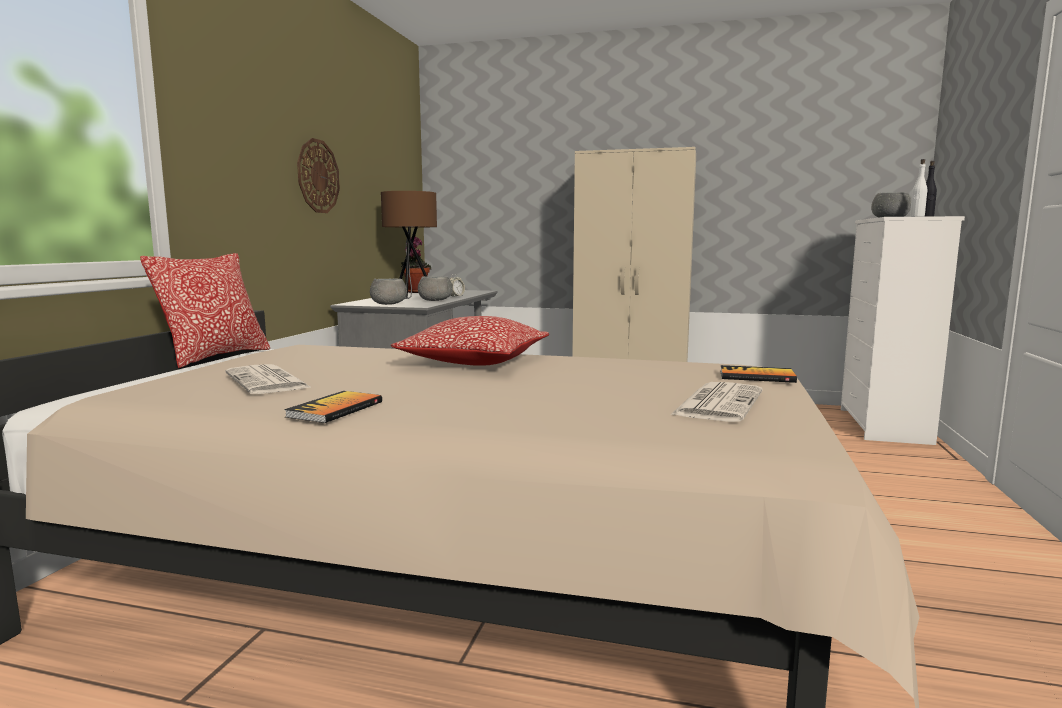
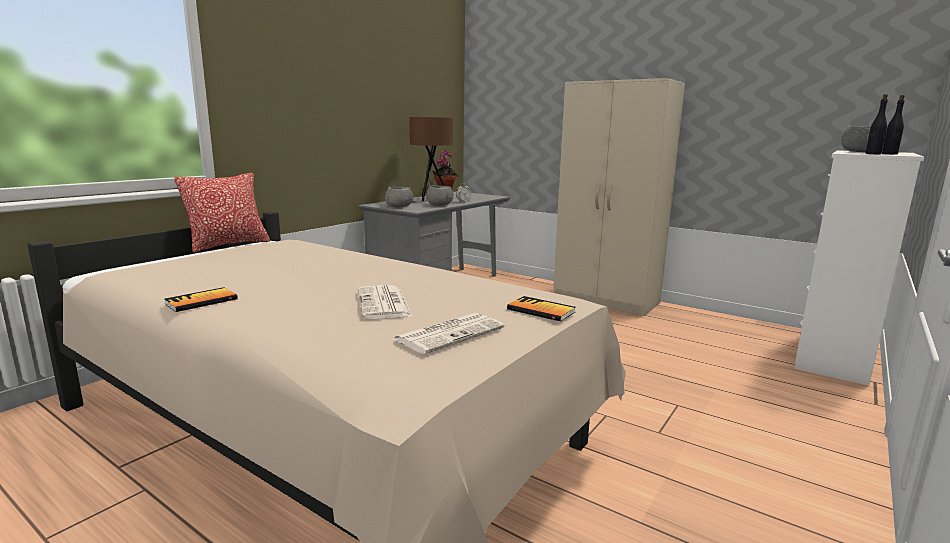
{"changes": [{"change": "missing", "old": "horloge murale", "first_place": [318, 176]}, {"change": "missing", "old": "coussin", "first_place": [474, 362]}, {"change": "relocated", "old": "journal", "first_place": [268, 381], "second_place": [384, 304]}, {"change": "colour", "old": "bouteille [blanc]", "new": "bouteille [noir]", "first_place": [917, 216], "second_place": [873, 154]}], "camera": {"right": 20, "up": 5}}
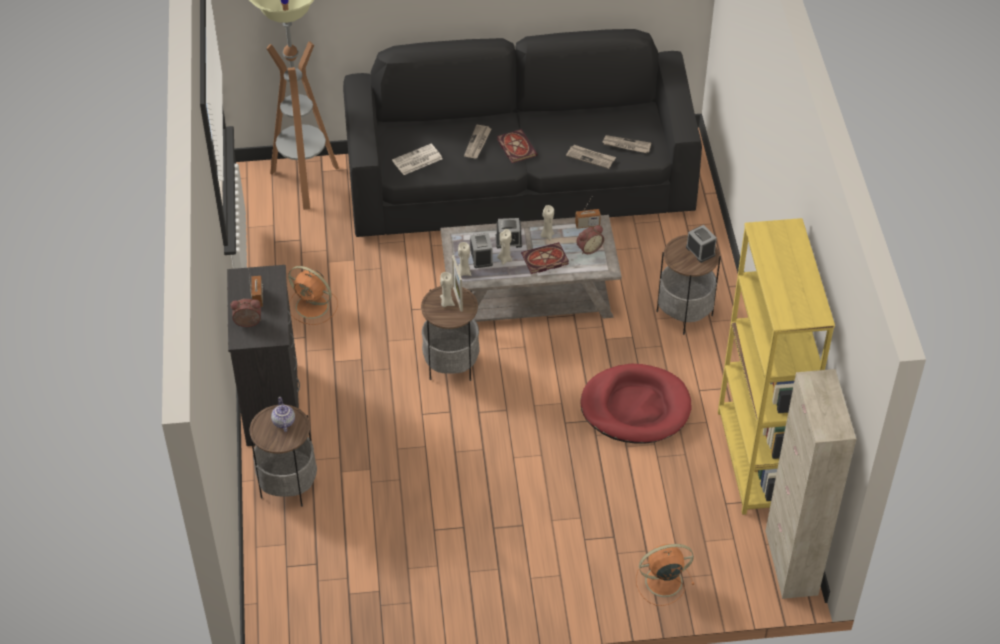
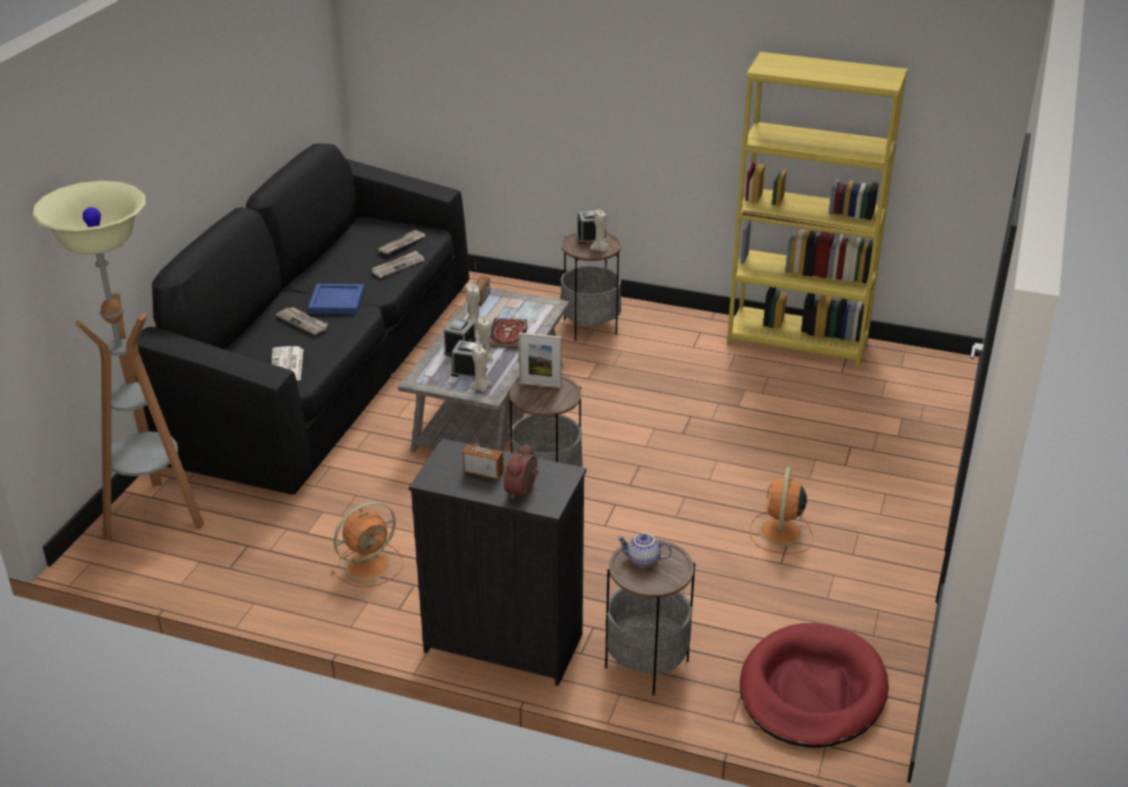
{"changes": [{"change": "missing", "old": "réveil", "first_place": [588, 248]}, {"change": "missing", "old": "meuble de rangement [beige]", "first_place": [791, 562]}, {"change": "relocated", "old": "bougie [beige]", "first_place": [446, 302], "second_place": [600, 249]}, {"change": "relocated", "old": "panier pour chien [rouge]", "first_place": [635, 407], "second_place": [812, 691]}, {"change": "relocated", "old": "ventilateur [orange]", "first_place": [662, 581], "second_place": [780, 533]}, {"change": "exchanged", "old": "livre", "new": "plateau [bleu]", "first_place": [515, 147], "second_place": [336, 302]}], "camera": {"right": -65, "up": -15}}
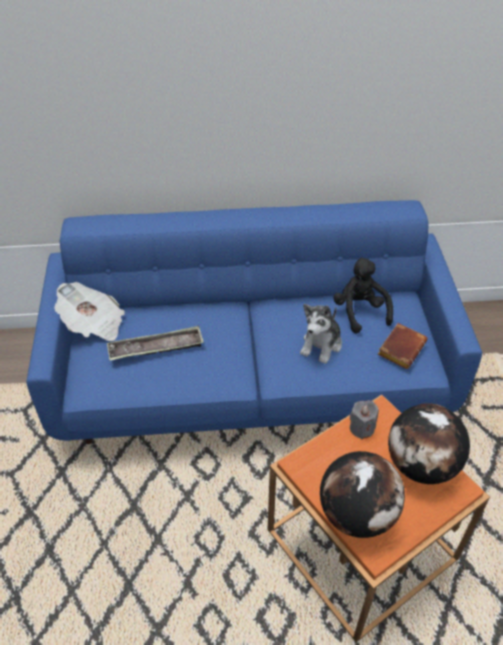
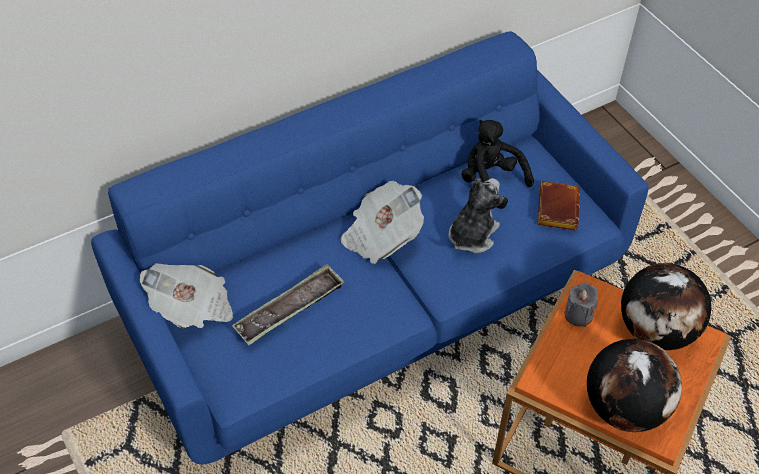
{"changes": [{"change": "appeared", "new": "journal", "second_place": [381, 235]}, {"change": "spun", "old": "peluche", "first_place": [321, 344], "second_place": [472, 235], "degrees": -150}], "camera": {"right": -25, "up": 5}}
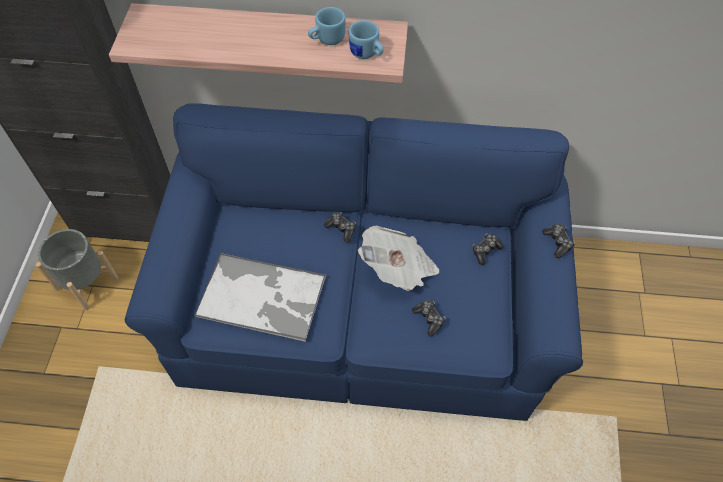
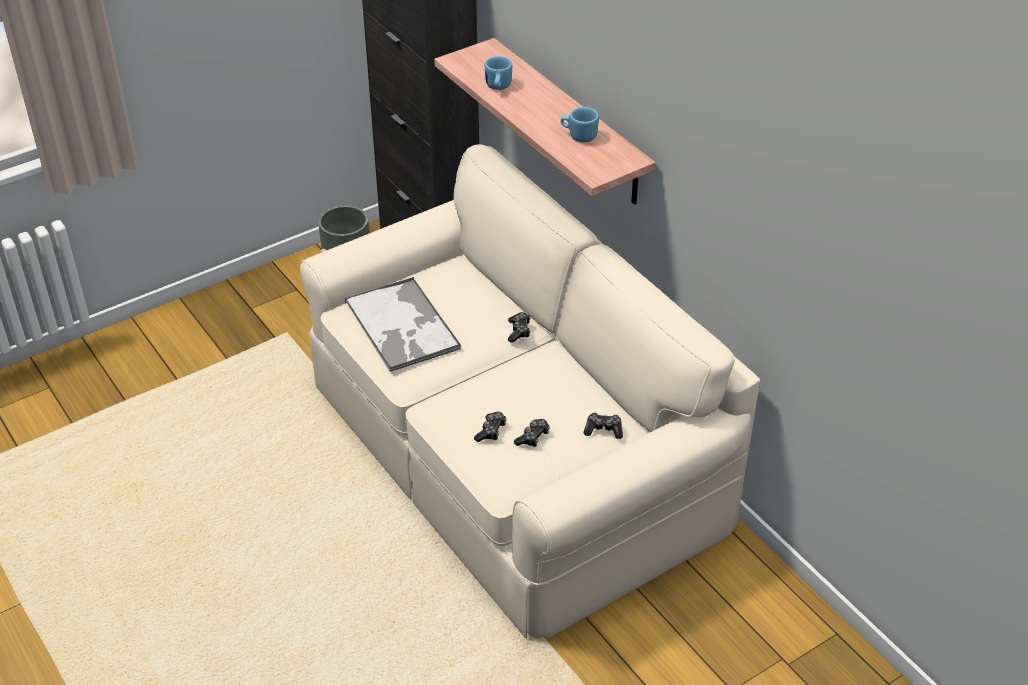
{"changes": [{"change": "missing", "old": "journal", "first_place": [398, 269]}, {"change": "relocated", "old": "mug [bleu]", "first_place": [367, 54], "second_place": [497, 87]}, {"change": "relocated", "old": "manette", "first_place": [557, 242], "second_place": [533, 437]}, {"change": "colour", "old": "canapé [bleu]", "new": "canapé [beige]", "first_place": [362, 308], "second_place": [515, 455]}], "camera": {"right": 50, "up": -15}}
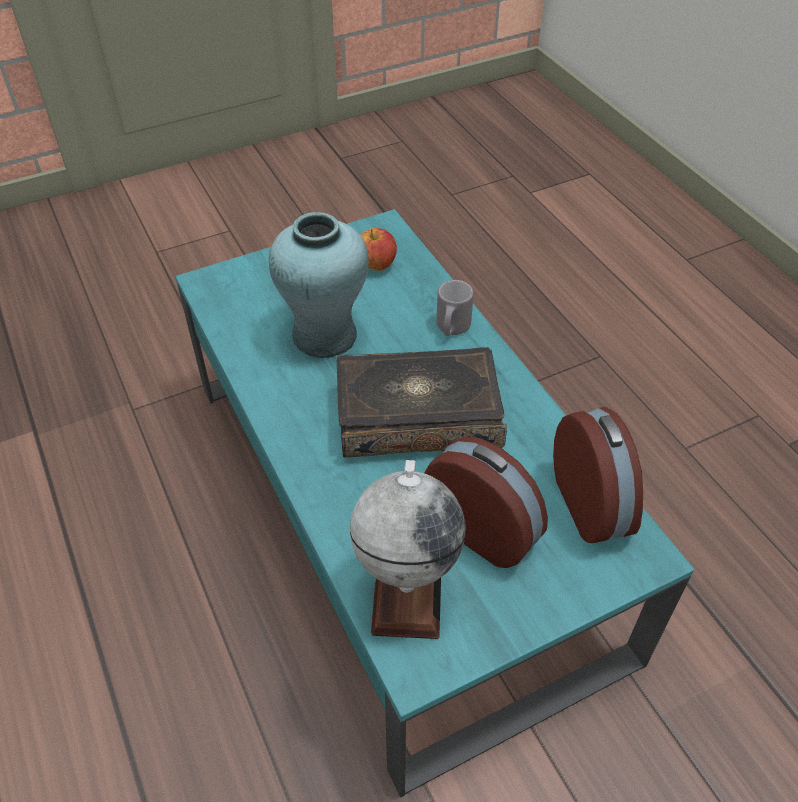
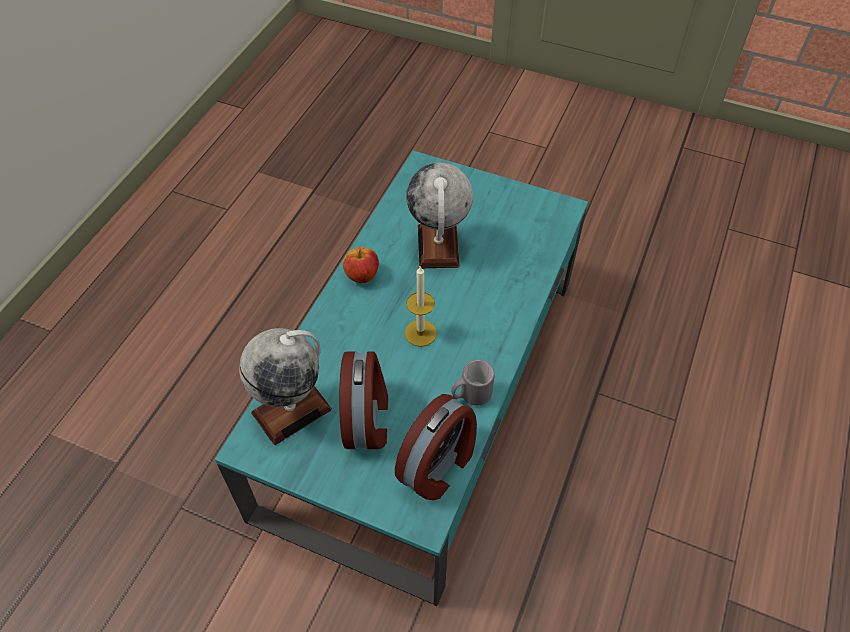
{"changes": [{"change": "relocated", "old": "pomme", "first_place": [376, 265], "second_place": [362, 276]}, {"change": "relocated", "old": "mug [gris]", "first_place": [451, 329], "second_place": [470, 395]}, {"change": "exchanged", "old": "vase [turquoise]", "new": "globe", "first_place": [324, 335], "second_place": [438, 246]}, {"change": "exchanged", "old": "livre", "new": "bougie", "first_place": [418, 417], "second_place": [420, 333]}], "camera": {"right": 50, "up": 5}}
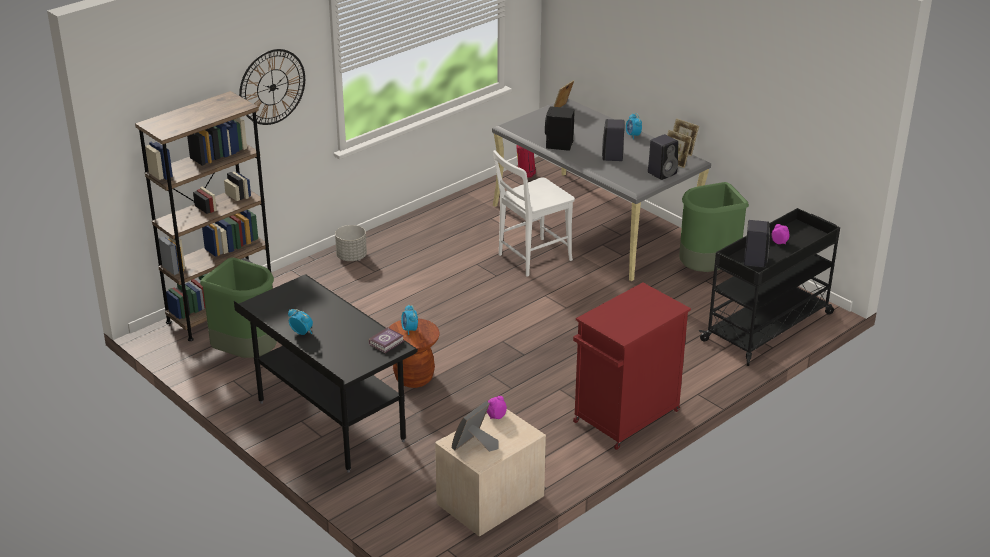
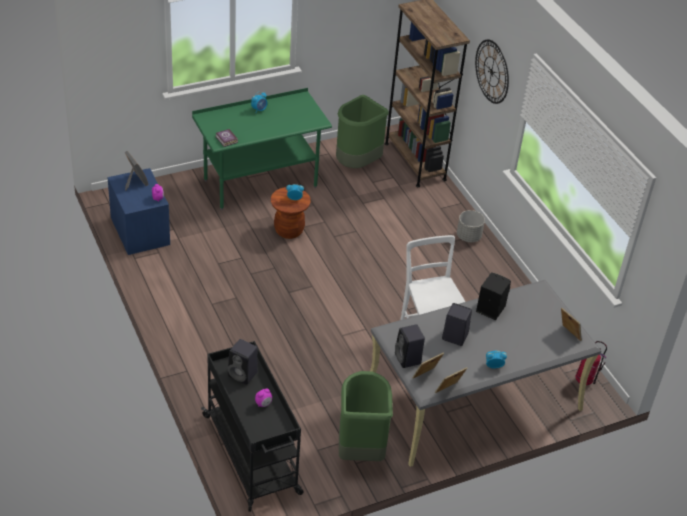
{"changes": [{"change": "missing", "old": "meuble de rangement [rouge]", "first_place": [625, 417]}, {"change": "colour", "old": "bureau [noir]", "new": "bureau [vert]", "first_place": [330, 422], "second_place": [260, 184]}, {"change": "colour", "old": "table de chevet [beige]", "new": "table de chevet [bleu]", "first_place": [489, 500], "second_place": [140, 231]}], "camera": {"right": 105, "up": 10}}
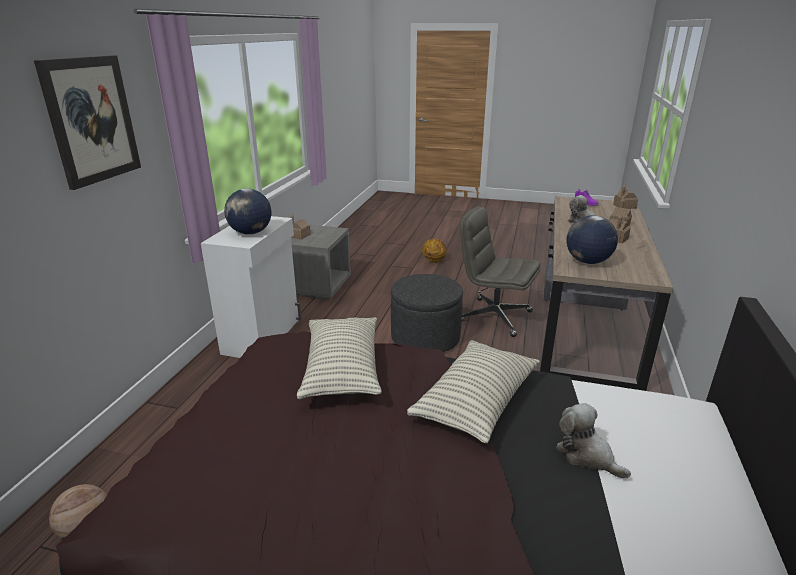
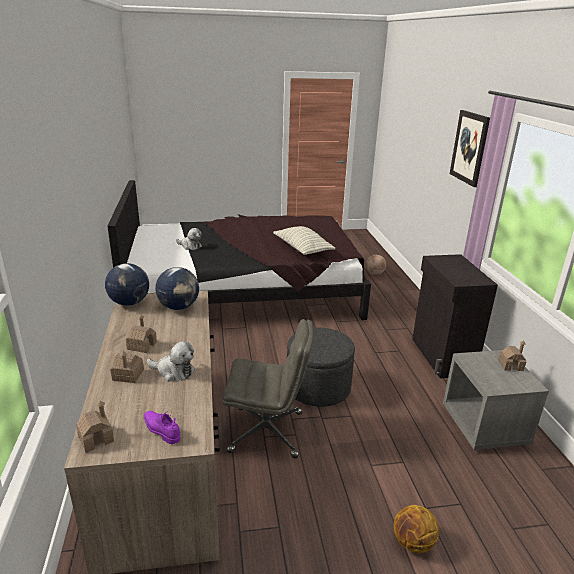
{"changes": [{"change": "missing", "old": "coussin", "first_place": [476, 402]}, {"change": "relocated", "old": "globe", "first_place": [250, 233], "second_place": [130, 303]}, {"change": "colour", "old": "meuble de rangement [blanc]", "new": "meuble de rangement [noir]", "first_place": [263, 336], "second_place": [441, 357]}], "camera": {"right": 155, "up": 0}}
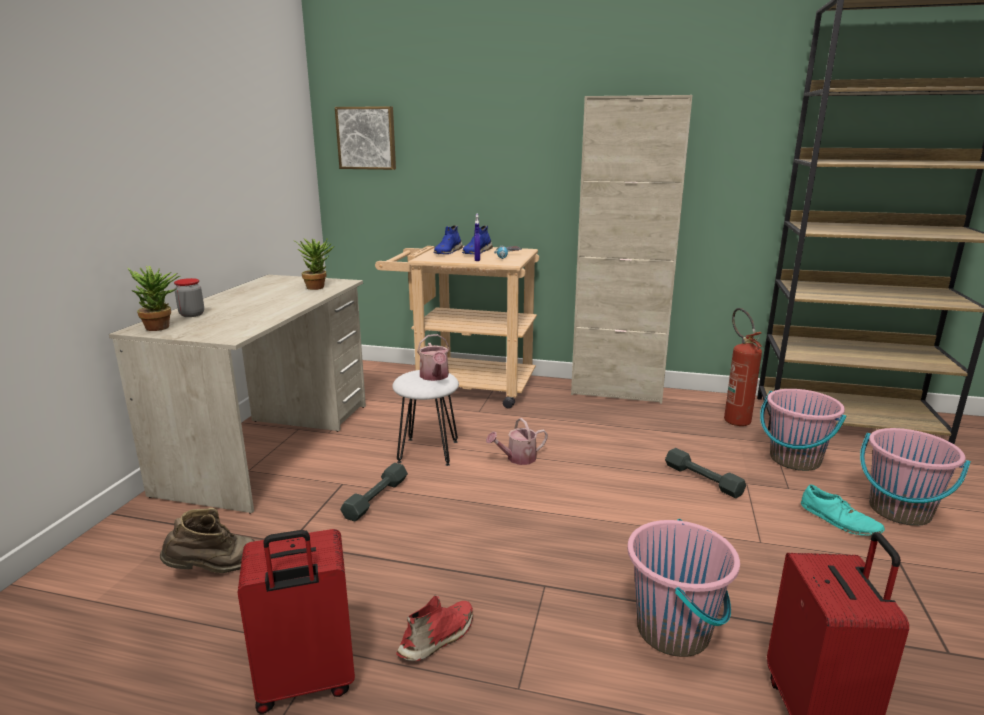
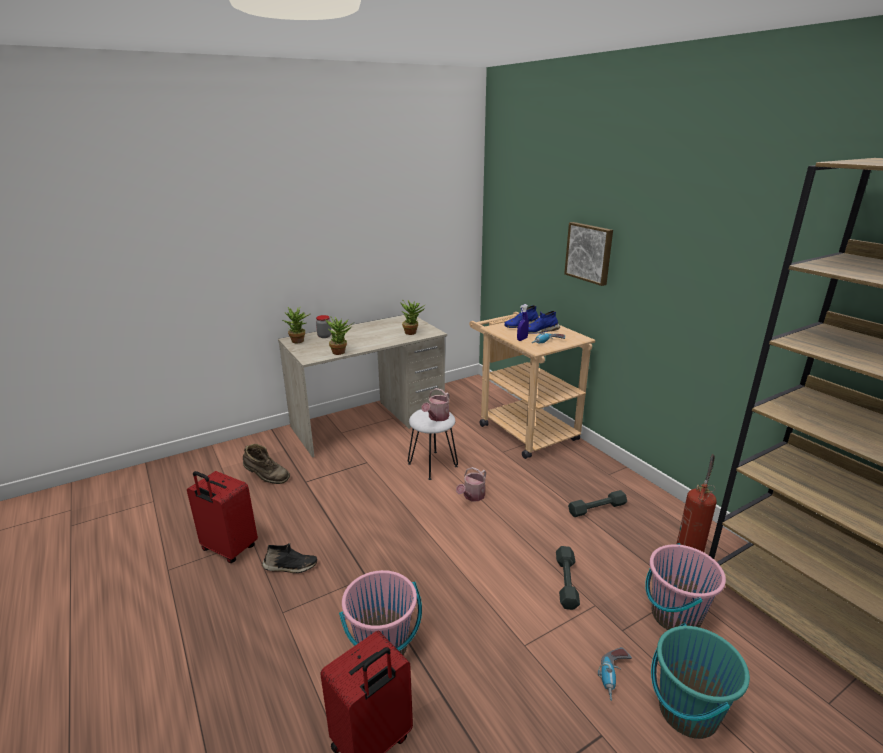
{"changes": [{"change": "missing", "old": "meuble de rangement [beige]", "first_place": [617, 391]}, {"change": "appeared", "new": "plante en pot", "second_place": [341, 352]}, {"change": "relocated", "old": "tableau", "first_place": [367, 138], "second_place": [589, 252]}, {"change": "relocated", "old": "haltère [gris]", "first_place": [376, 498], "second_place": [597, 508]}, {"change": "exchanged", "old": "chaussure [turquoise]", "new": "perceuse", "first_place": [839, 520], "second_place": [614, 678]}, {"change": "colour", "old": "chaussure [rouge]", "new": "chaussure [noir]", "first_place": [439, 638], "second_place": [290, 567]}, {"change": "colour", "old": "seau [rose]", "new": "seau [turquoise]", "first_place": [899, 511], "second_place": [687, 711]}, {"change": "spun", "old": "arrosoir", "first_place": [517, 458], "second_place": [472, 496], "degrees": -75}], "camera": {"right": 45, "up": 5}}
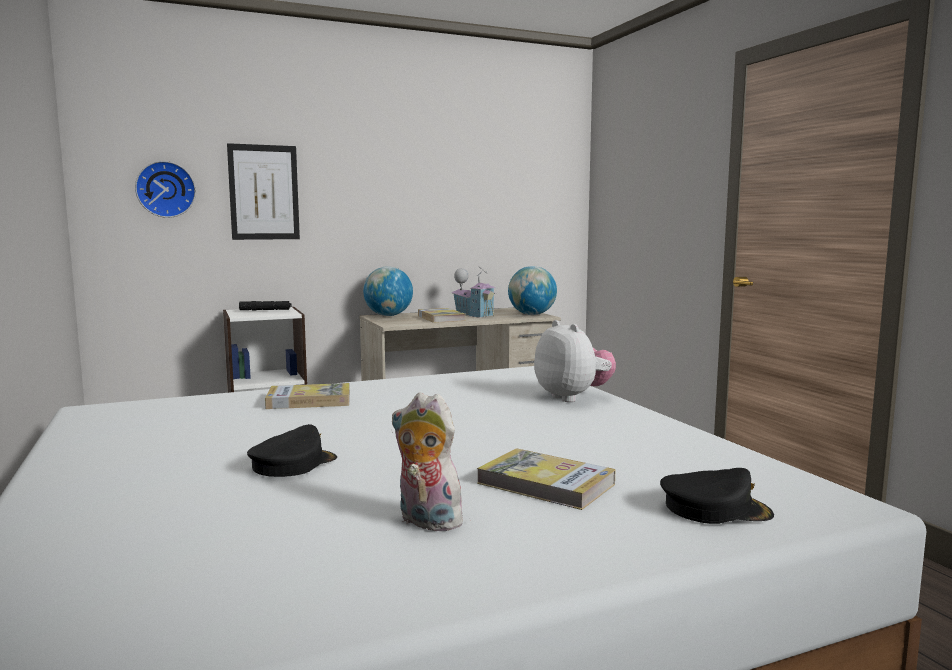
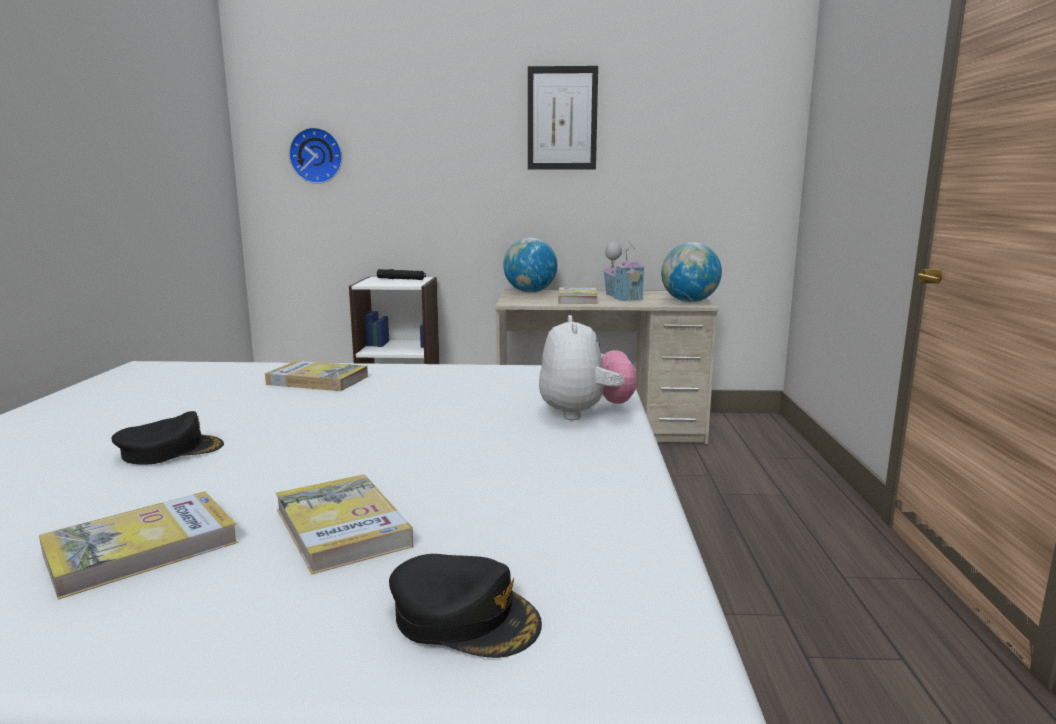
{"changes": [{"change": "relocated", "old": "tableau", "first_place": [264, 192], "second_place": [562, 118]}, {"change": "exchanged", "old": "peluche", "new": "livre", "first_place": [426, 521], "second_place": [142, 548]}], "camera": {"right": 25, "up": 5}}
